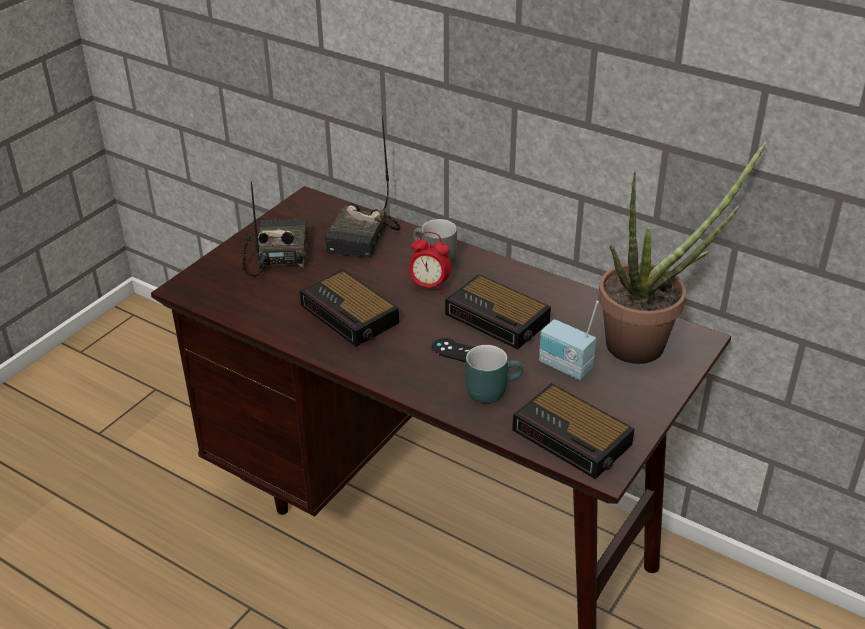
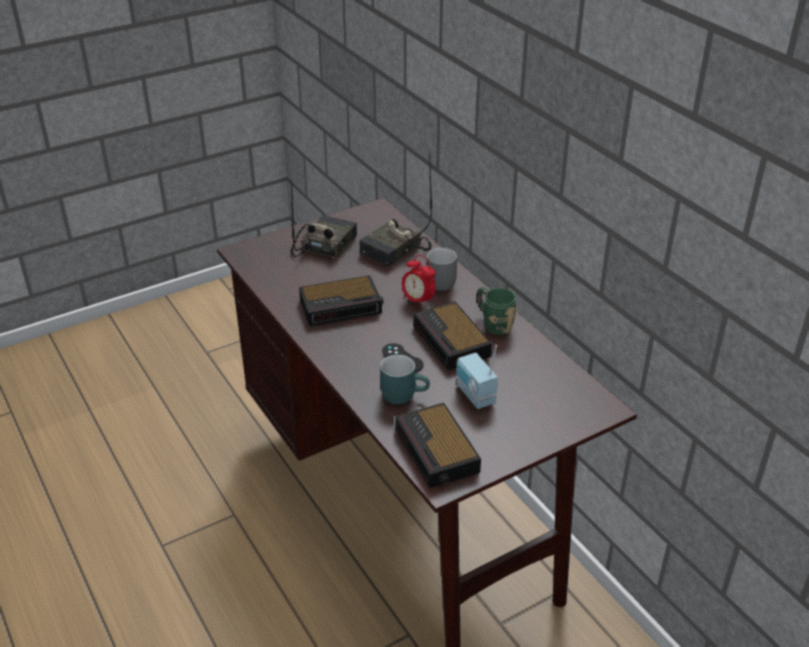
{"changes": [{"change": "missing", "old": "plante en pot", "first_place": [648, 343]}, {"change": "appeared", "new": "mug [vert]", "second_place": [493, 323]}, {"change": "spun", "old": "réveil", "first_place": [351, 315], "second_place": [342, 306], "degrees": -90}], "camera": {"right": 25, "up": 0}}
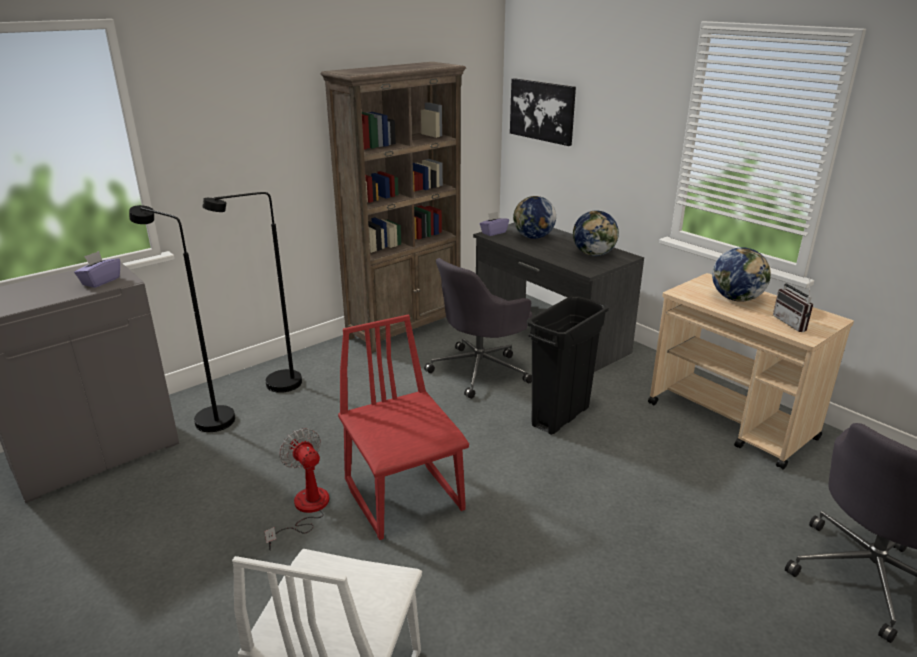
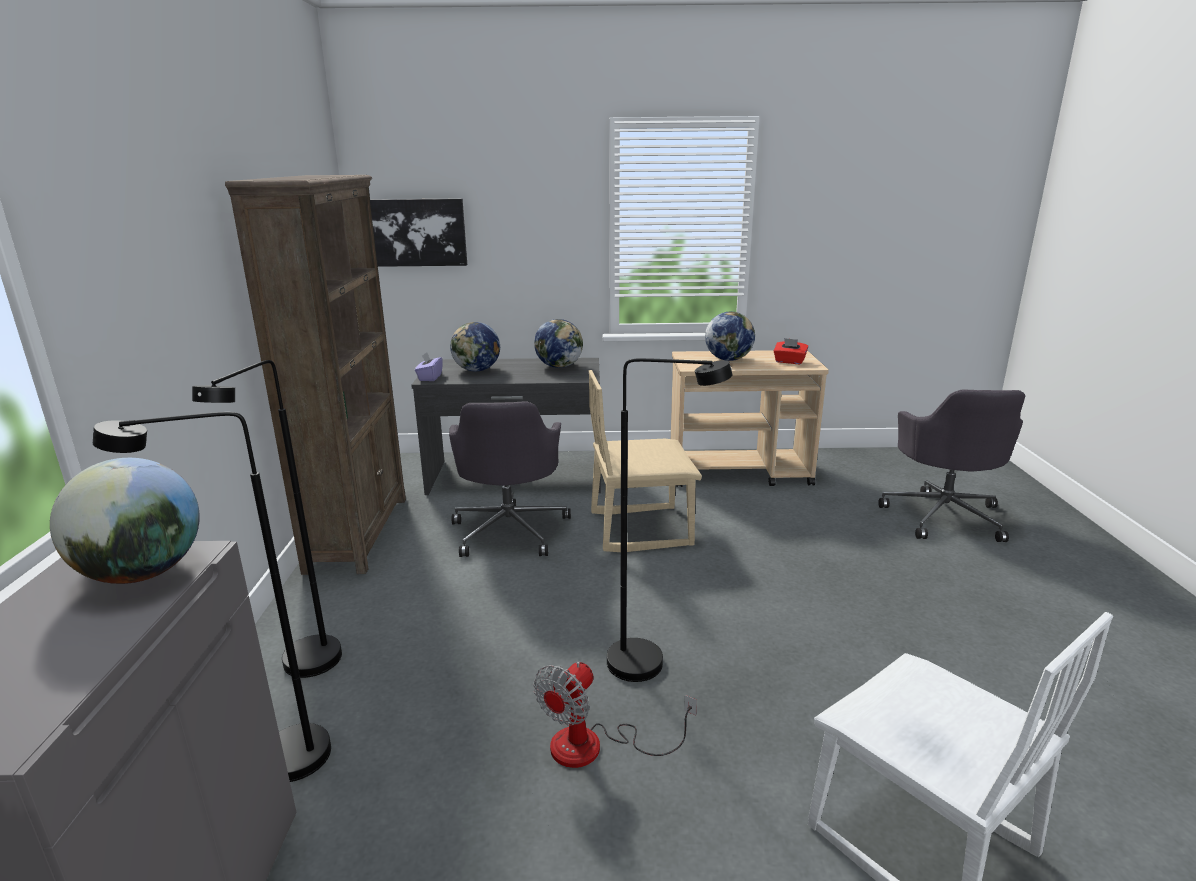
{"changes": [{"change": "exchanged", "old": "boîte à mouchoirs [violet]", "new": "globe", "first_place": [100, 281], "second_place": [143, 574]}, {"change": "exchanged", "old": "chaise [rouge]", "new": "lampadaire [noir]", "first_place": [405, 495], "second_place": [651, 663]}, {"change": "exchanged", "old": "poubelle [noir]", "new": "chaise [beige]", "first_place": [560, 416], "second_place": [640, 528]}, {"change": "exchanged", "old": "radio", "new": "boîte à mouchoirs [rouge]", "first_place": [793, 323], "second_place": [789, 361]}, {"change": "spun", "old": "ventilateur", "first_place": [305, 510], "second_place": [595, 747], "degrees": -60}], "camera": {"right": -50, "up": -5}}
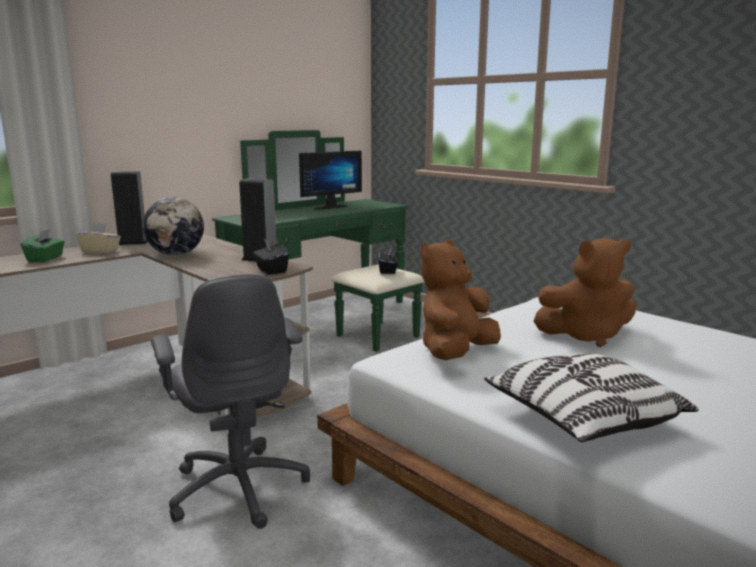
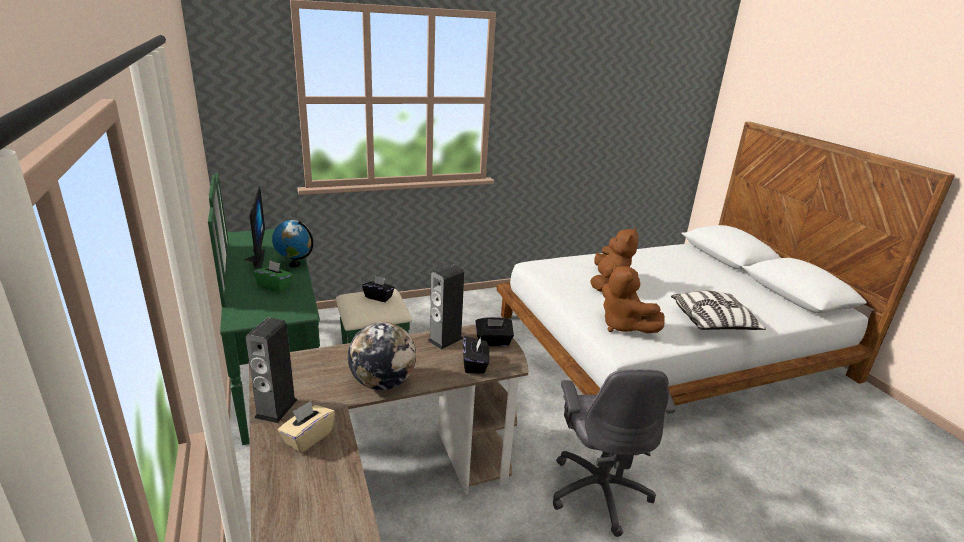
{"changes": [{"change": "appeared", "new": "globe", "second_place": [295, 264]}, {"change": "appeared", "new": "boîte à mouchoirs [noir]", "second_place": [475, 364]}, {"change": "relocated", "old": "boîte à mouchoirs [vert]", "first_place": [46, 259], "second_place": [275, 286]}, {"change": "spun", "old": "chaise de bureau [gris]", "first_place": [239, 487], "second_place": [599, 490], "degrees": 90}], "camera": {"right": -70, "up": 10}}
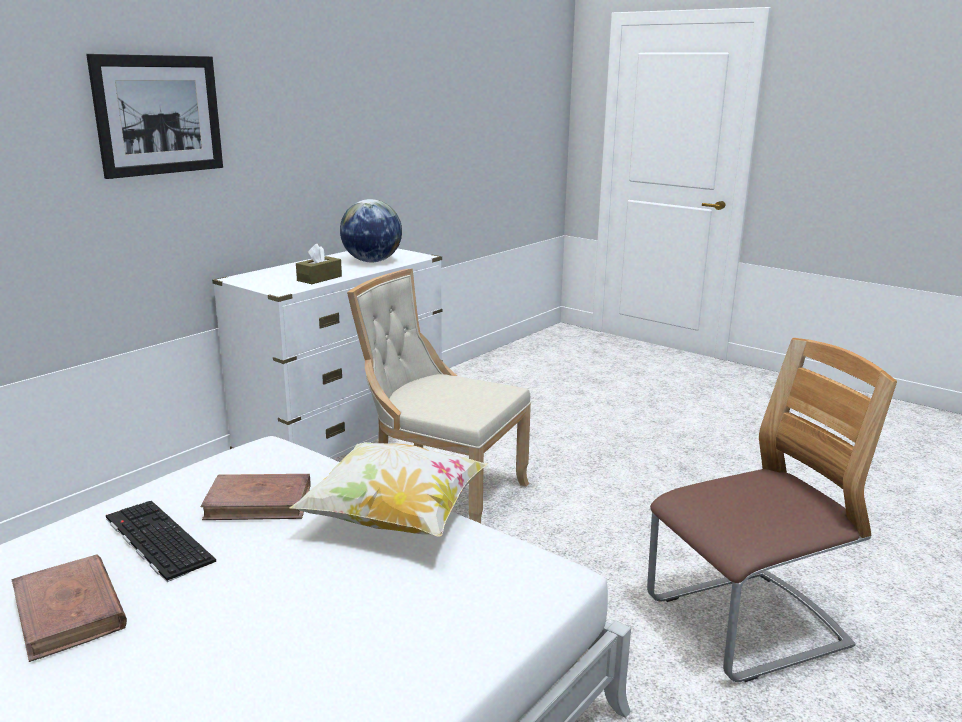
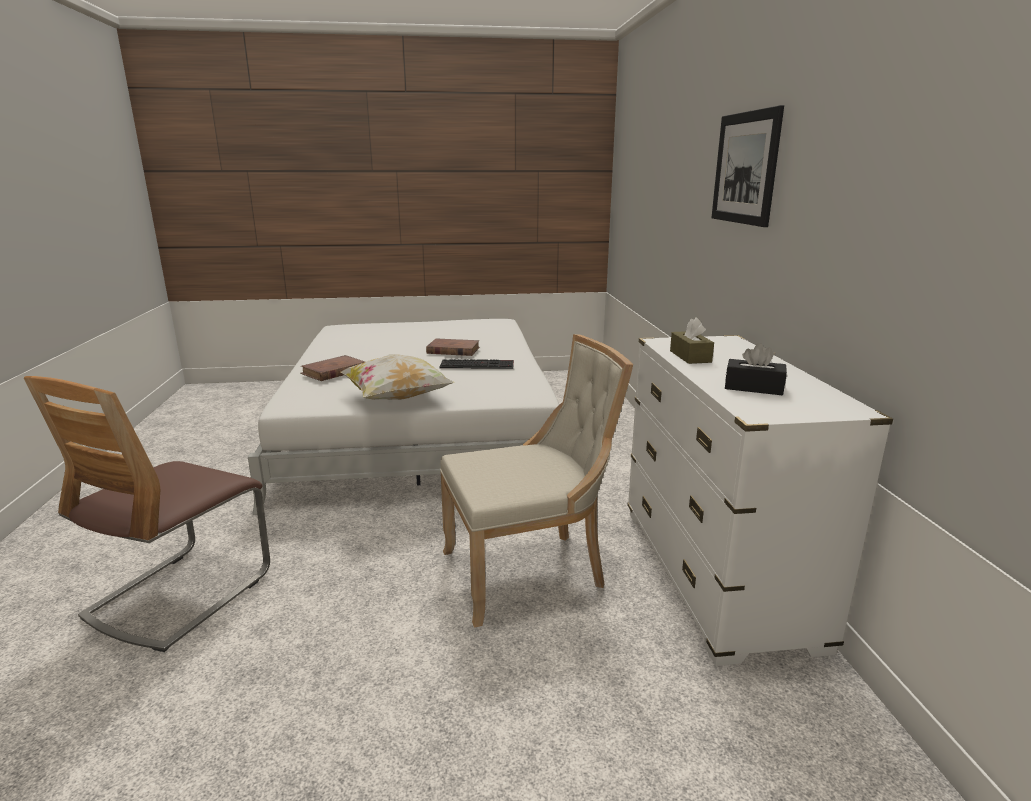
{"changes": [{"change": "relocated", "old": "livre [marron]", "first_place": [259, 502], "second_place": [333, 372]}, {"change": "exchanged", "old": "globe", "new": "boîte à mouchoirs [noir]", "first_place": [371, 261], "second_place": [753, 388]}], "camera": {"right": 135, "up": 0}}
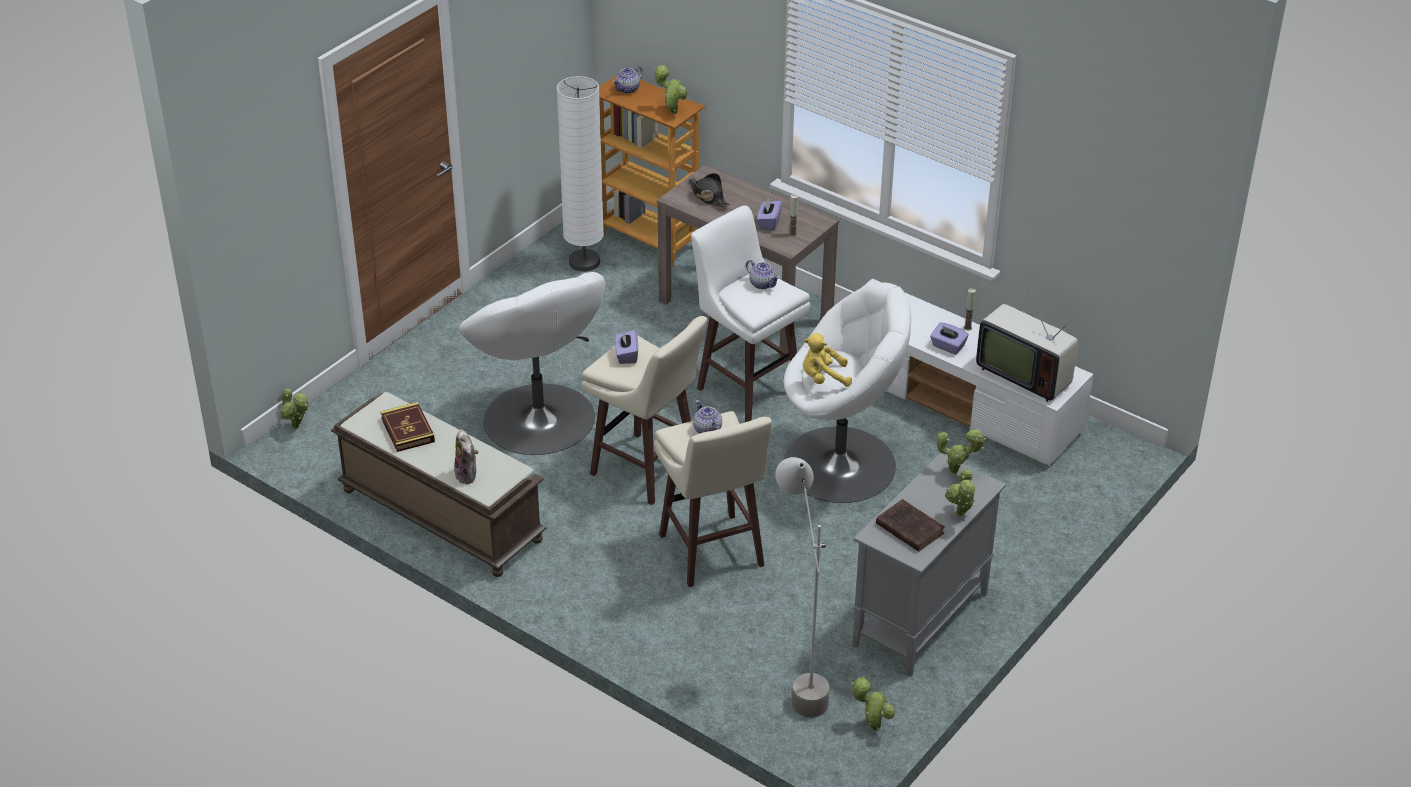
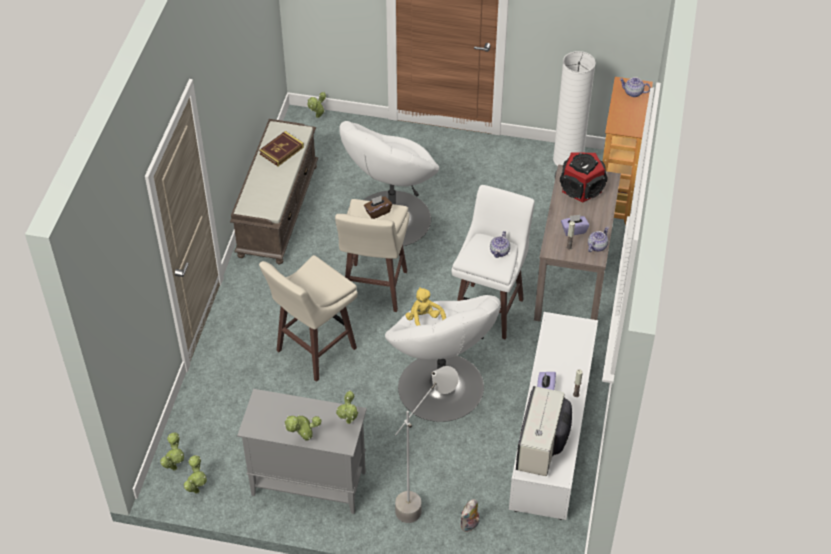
{"changes": [{"change": "missing", "old": "livre [marron]", "first_place": [908, 528]}, {"change": "relocated", "old": "peluche", "first_place": [468, 475], "second_place": [470, 525]}, {"change": "relocated", "old": "plante en pot", "first_place": [672, 111], "second_place": [175, 466]}, {"change": "relocated", "old": "théière", "first_place": [707, 430], "second_place": [597, 246]}, {"change": "relocated", "old": "lampadaire [gris]", "first_place": [798, 681], "second_place": [424, 498]}, {"change": "exchanged", "old": "chapeau [noir]", "new": "enceinte", "first_place": [708, 196], "second_place": [582, 188]}, {"change": "colour", "old": "boîte à mouchoirs [violet]", "new": "boîte à mouchoirs [marron]", "first_place": [626, 355], "second_place": [378, 212]}], "camera": {"right": 65, "up": 10}}
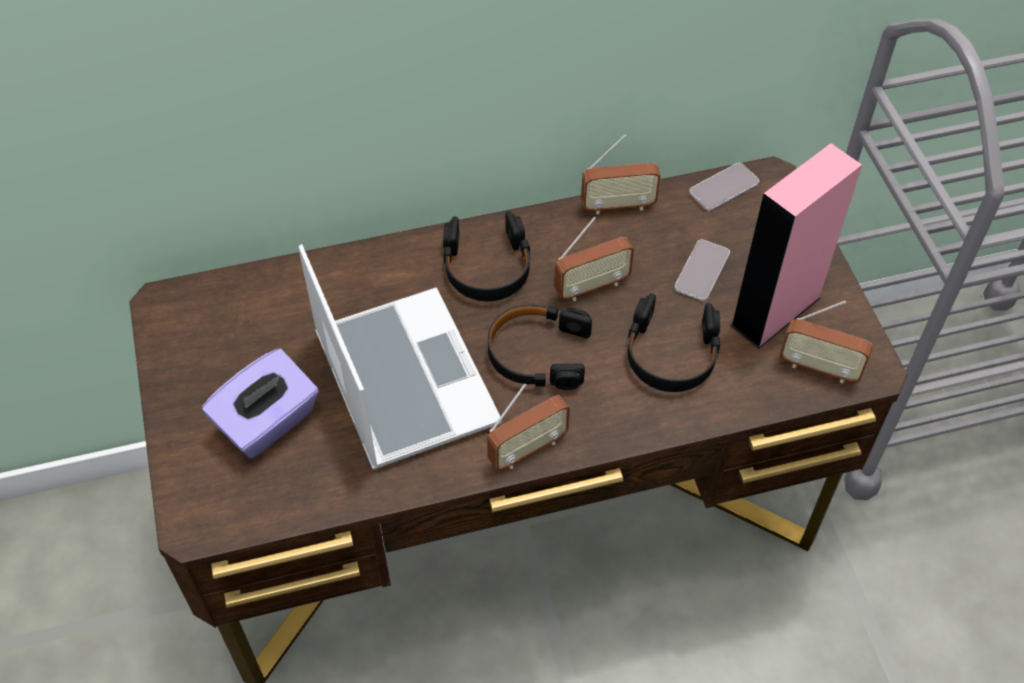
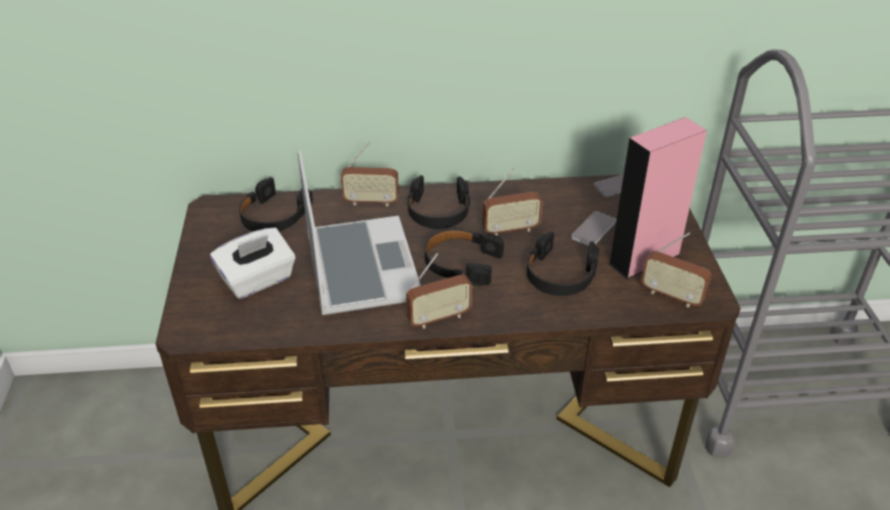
{"changes": [{"change": "appeared", "new": "casque audio [noir]", "second_place": [274, 216]}, {"change": "relocated", "old": "radio", "first_place": [618, 206], "second_place": [371, 202]}, {"change": "colour", "old": "boîte à mouchoirs [violet]", "new": "boîte à mouchoirs [blanc]", "first_place": [268, 422], "second_place": [257, 280]}], "camera": {"right": 10, "up": -15}}
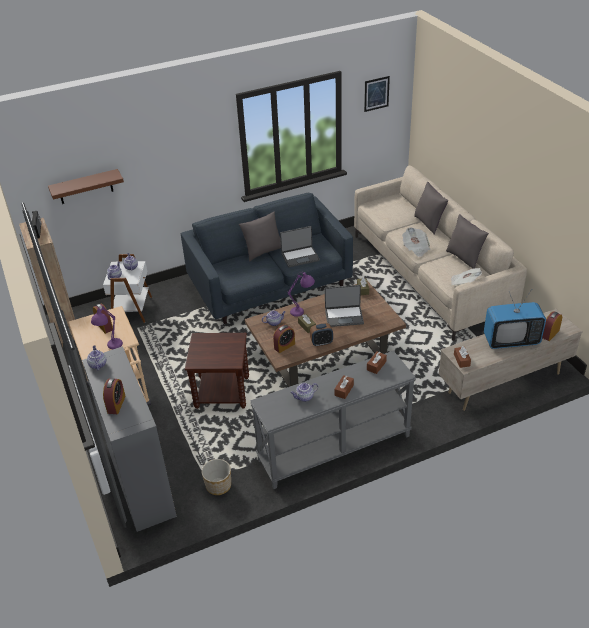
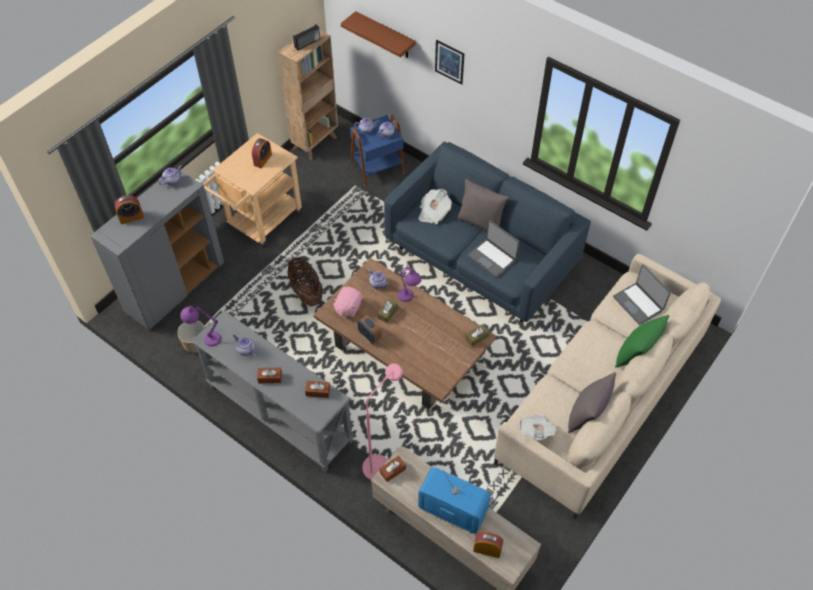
{"changes": [{"change": "appeared", "new": "lampadaire [rose]", "second_place": [381, 463]}, {"change": "relocated", "old": "lampe de table [violet]", "first_place": [111, 348], "second_place": [205, 339]}, {"change": "relocated", "old": "ordinateur portable", "first_place": [344, 316], "second_place": [638, 303]}, {"change": "relocated", "old": "tableau", "first_place": [376, 93], "second_place": [449, 62]}, {"change": "relocated", "old": "journal", "first_place": [415, 248], "second_place": [433, 213]}, {"change": "exchanged", "old": "table d'appoint [marron]", "new": "panier", "first_place": [222, 392], "second_place": [306, 292]}, {"change": "exchanged", "old": "réveil", "new": "peluche [rose]", "first_place": [284, 346], "second_place": [348, 307]}, {"change": "colour", "old": "table d'appoint [blanc]", "new": "table d'appoint [bleu]", "first_place": [133, 309], "second_place": [378, 168]}, {"change": "colour", "old": "coussin [gris]", "new": "coussin [vert]", "first_place": [429, 223], "second_place": [636, 354]}, {"change": "spun", "old": "téléviseur", "first_place": [511, 340], "second_place": [452, 510], "degrees": 150}], "camera": {"right": 60, "up": 15}}
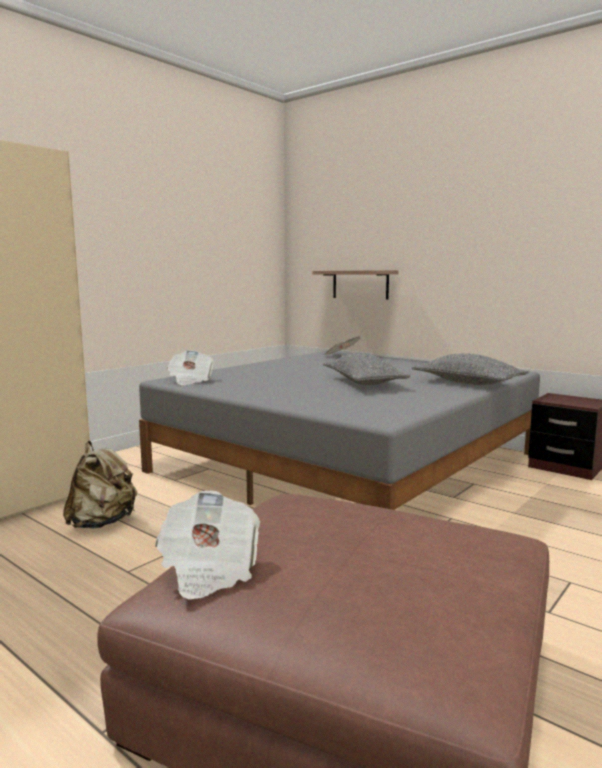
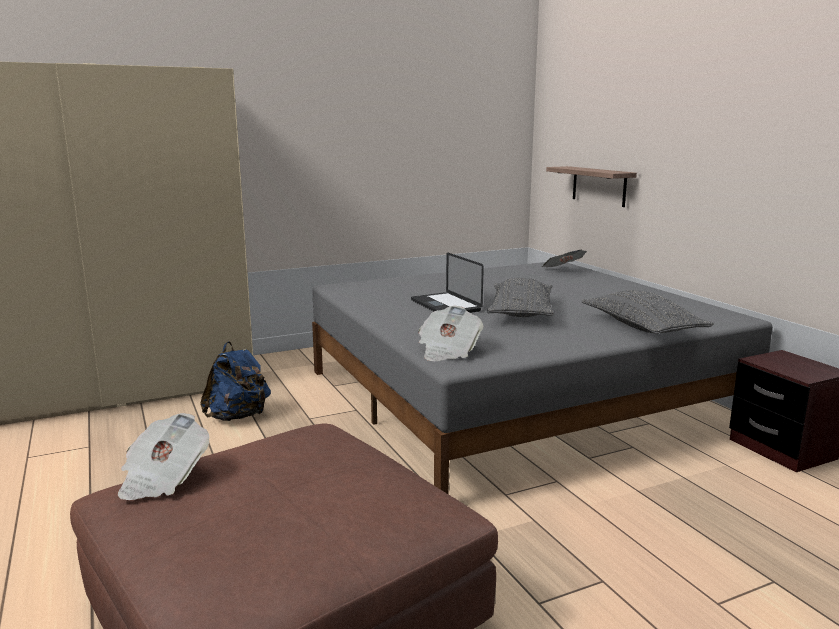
{"changes": [{"change": "appeared", "new": "ordinateur portable", "second_place": [445, 305]}, {"change": "relocated", "old": "journal", "first_place": [190, 380], "second_place": [448, 351]}, {"change": "colour", "old": "sac à dos [beige]", "new": "sac à dos [bleu]", "first_place": [102, 523], "second_place": [238, 417]}], "camera": {"right": 25, "up": 5}}
